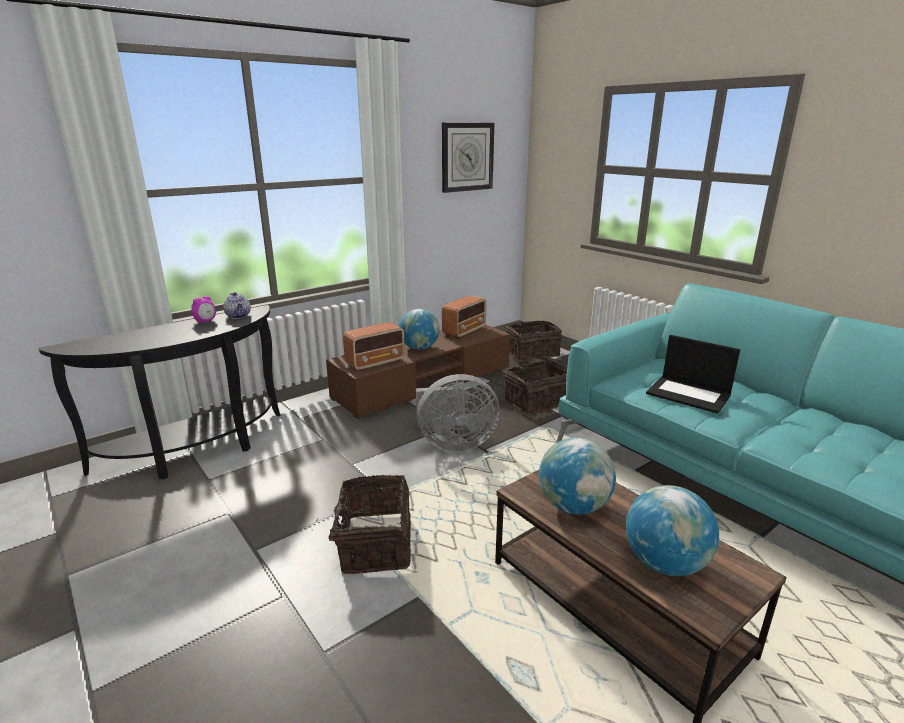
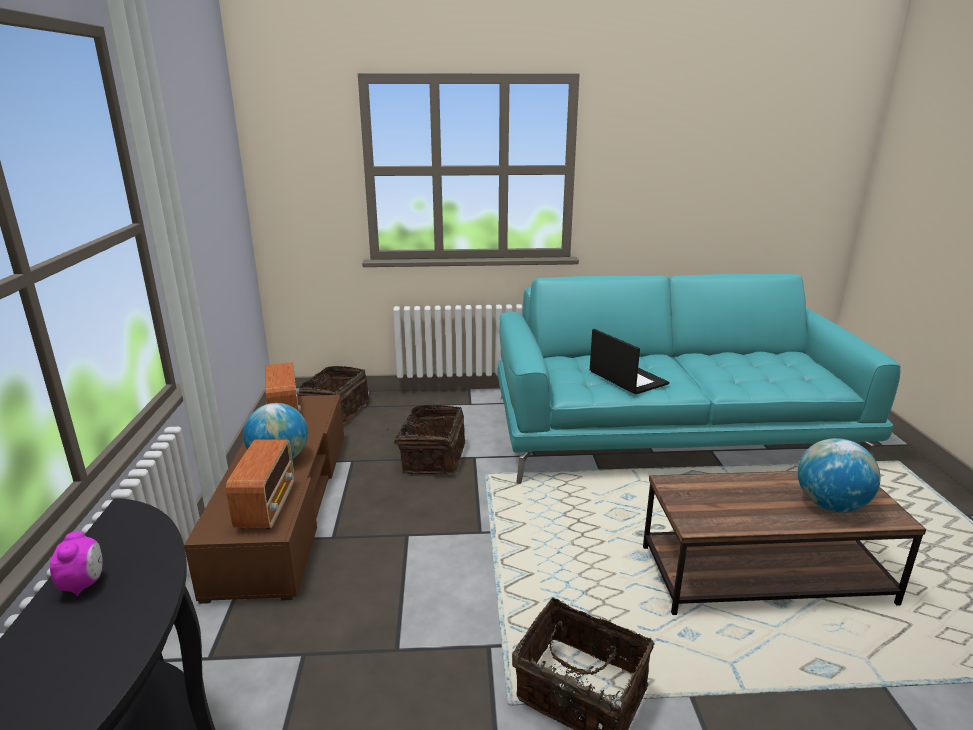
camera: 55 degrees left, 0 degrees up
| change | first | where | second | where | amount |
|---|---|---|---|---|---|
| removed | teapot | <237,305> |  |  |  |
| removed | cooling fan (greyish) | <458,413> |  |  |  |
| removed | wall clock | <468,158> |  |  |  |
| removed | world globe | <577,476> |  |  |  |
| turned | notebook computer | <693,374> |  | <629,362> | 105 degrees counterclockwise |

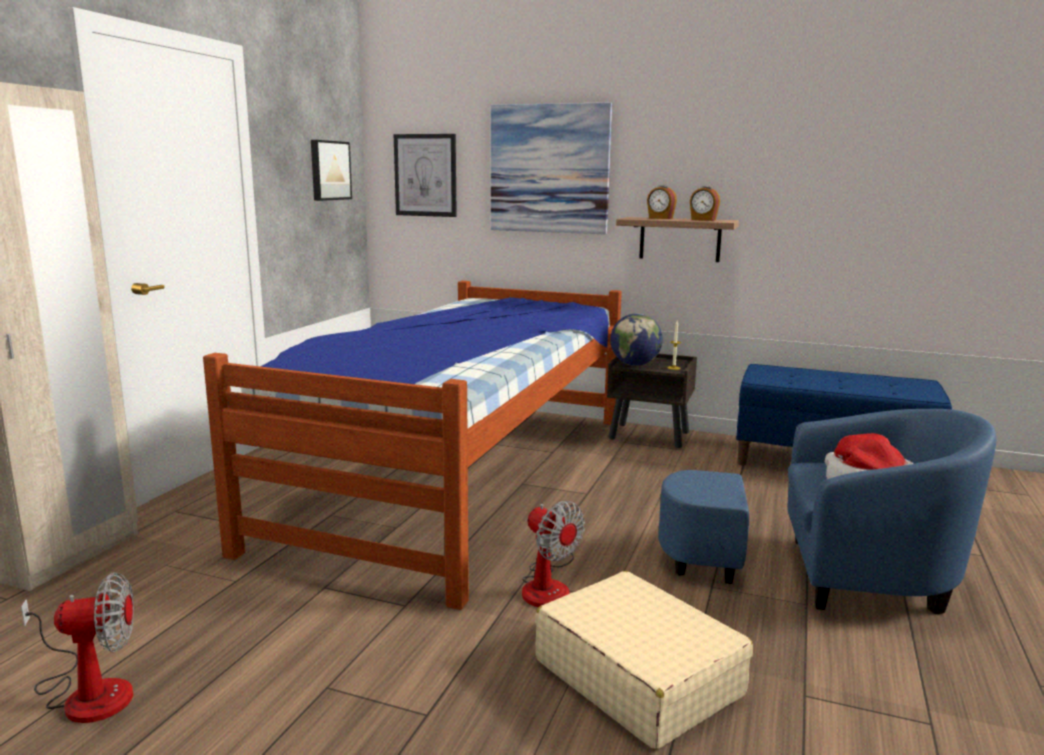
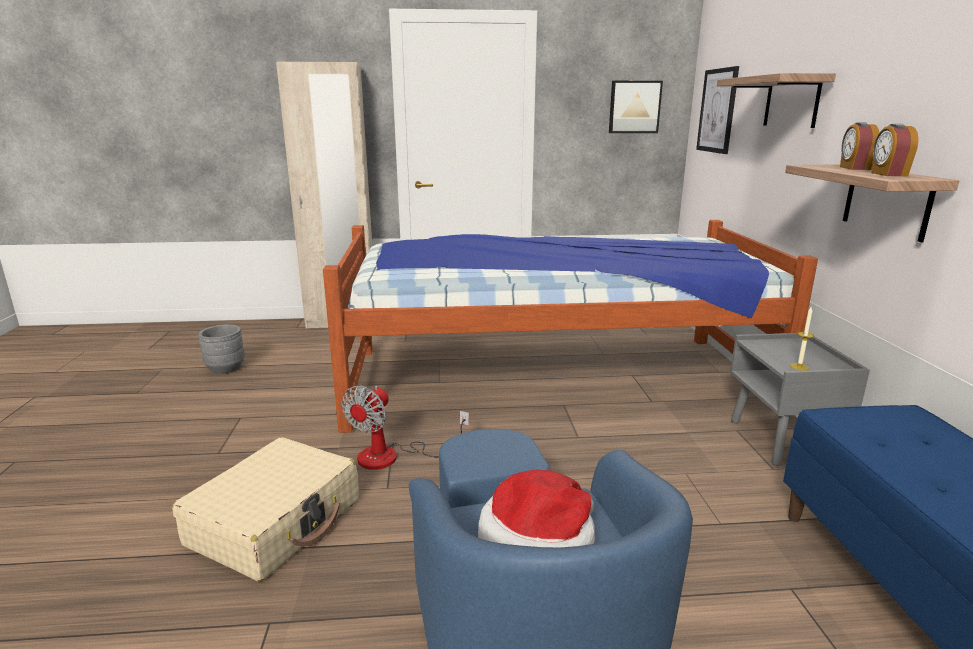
camera: 65 degrees right, 5 degrees up
| change | first | where | second | where | amount |
|---|---|---|---|---|---|
| removed | world globe | <636,339> |  |  |  |
| replaced | cooling fan | <77,647> | plant pot (greyish) | <221,349> |  |
| replaced | wall picture | <551,168> | wall shelf | <776,100> |  |
| recoloured | nightstand (brownish) | <652,400> | nightstand (greyish) | <800,399> |  |

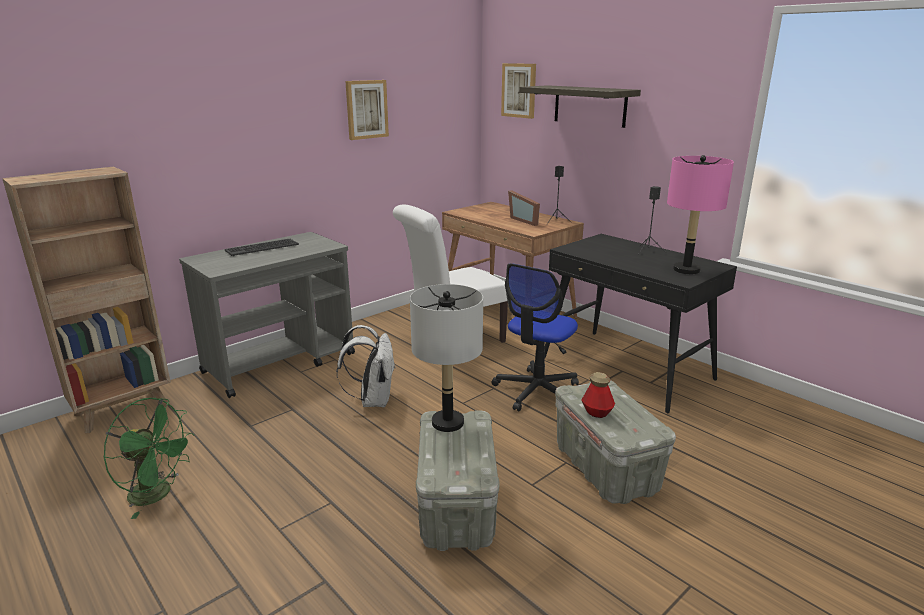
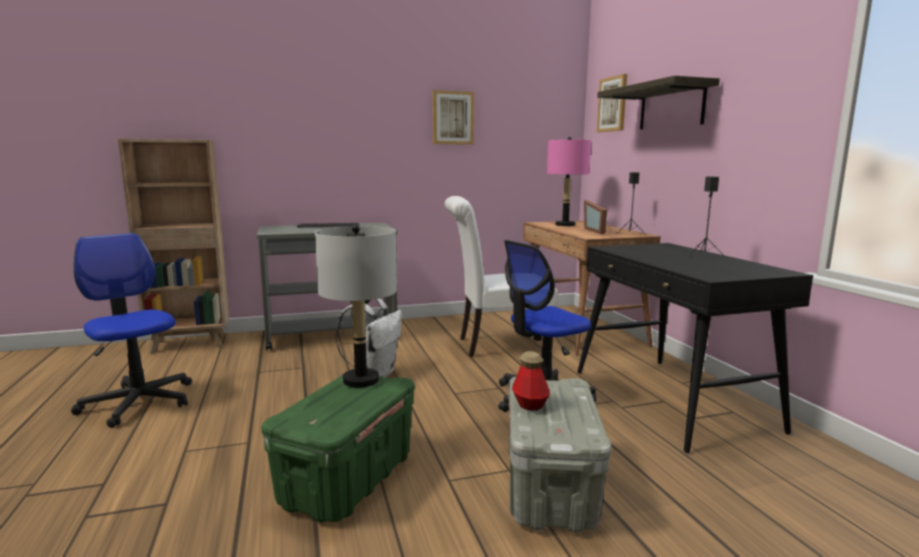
camera: 25 degrees right, 10 degrees down
| change | first | where | second | where | amount |
|---|---|---|---|---|---|
| moved | tabletop lamp (pinkish) | <700,214> |  | <569,181> |  |
| replaced | cooling fan (greenish) | <148,458> | computer chair | <131,330> |  |
| recoloured | storage box (greyish) | <458,480> | storage box (greenish) | <338,448> |  |

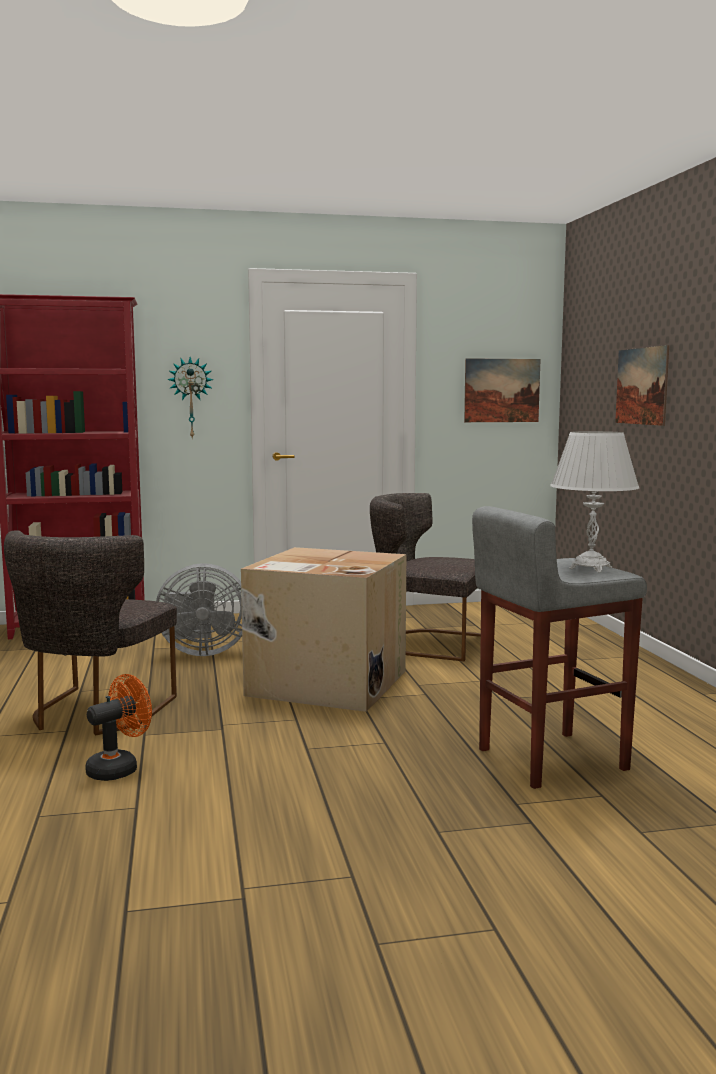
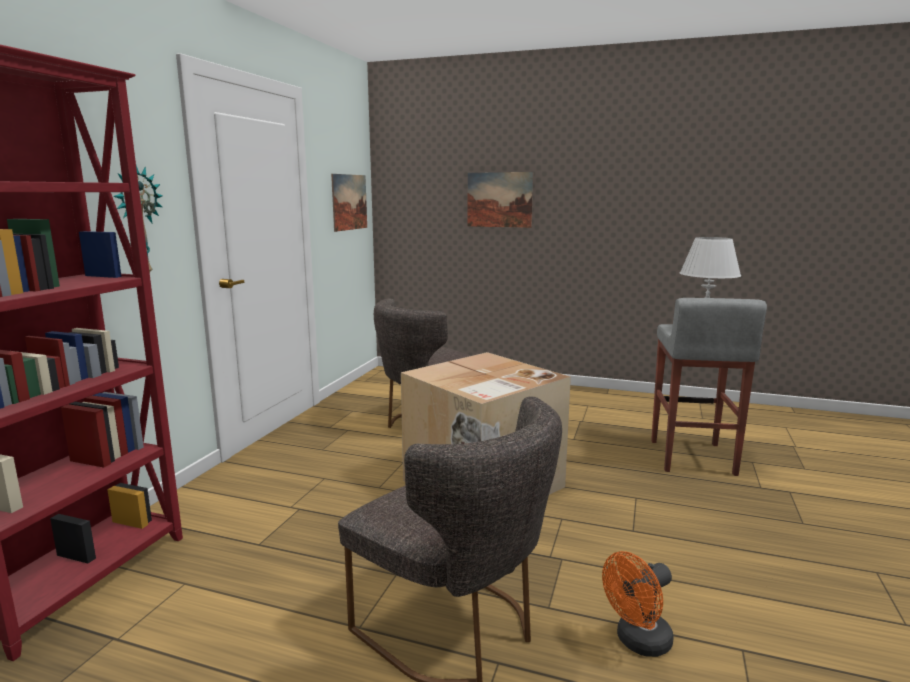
camera: 60 degrees left, 5 degrees up
| change | first | where | second | where | amount |
|---|---|---|---|---|---|
| removed | cooling fan (greyish) | <199,609> |  |  |  |
| turned | cooling fan (orange-coloured) | <118,727> |  | <638,604> | 105 degrees counterclockwise |

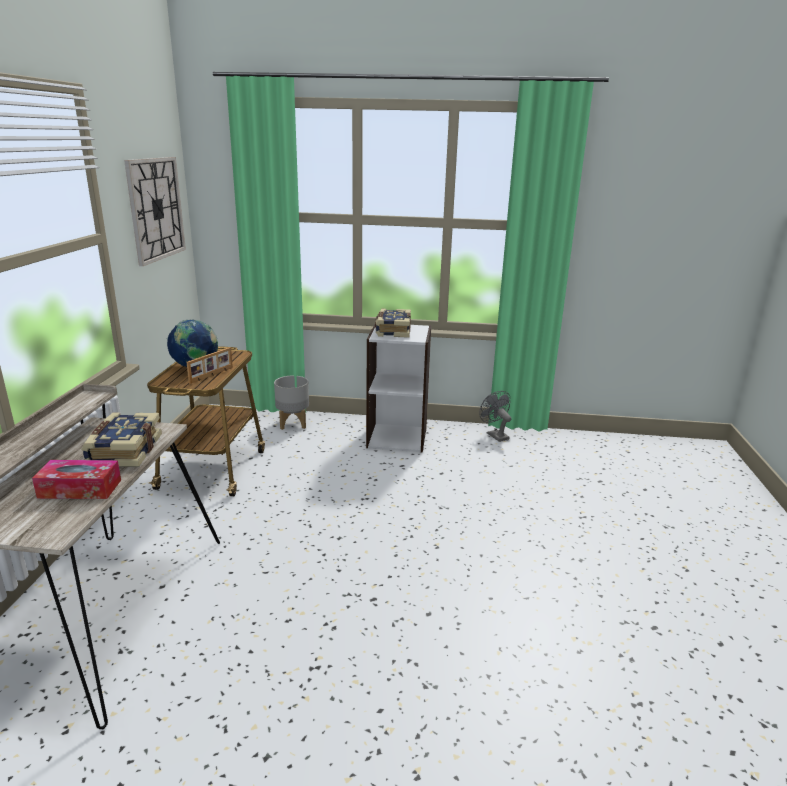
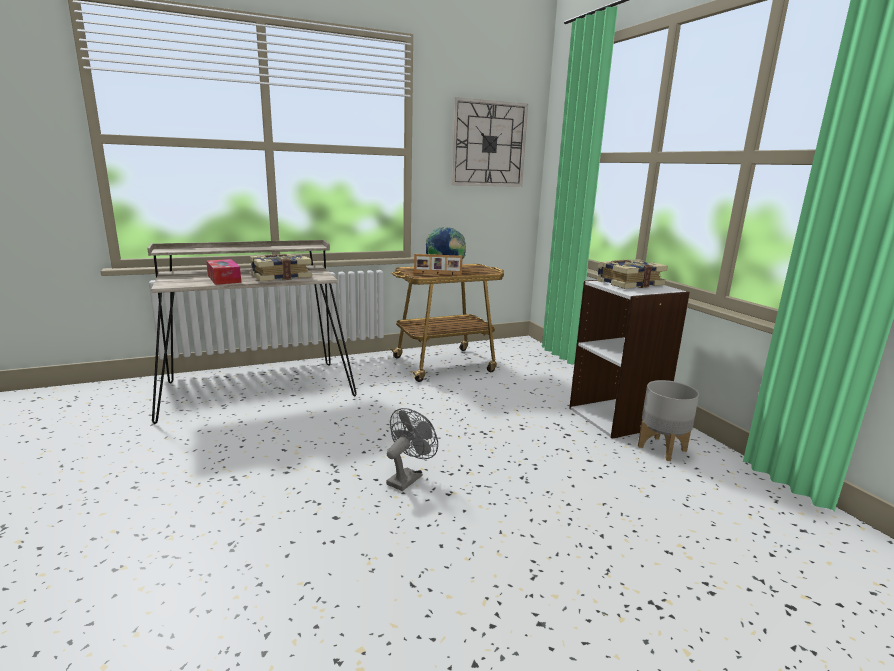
camera: 60 degrees right, 5 degrees down
| change | first | where | second | where | amount |
|---|---|---|---|---|---|
| moved | plant pot (greyish) | <291,403> |  | <668,420> |  |
| moved | cooling fan (greyish) | <495,416> |  | <412,449> |  |

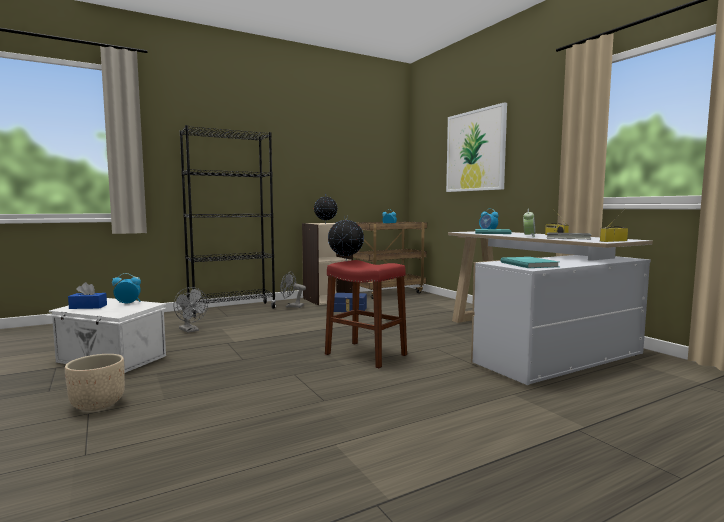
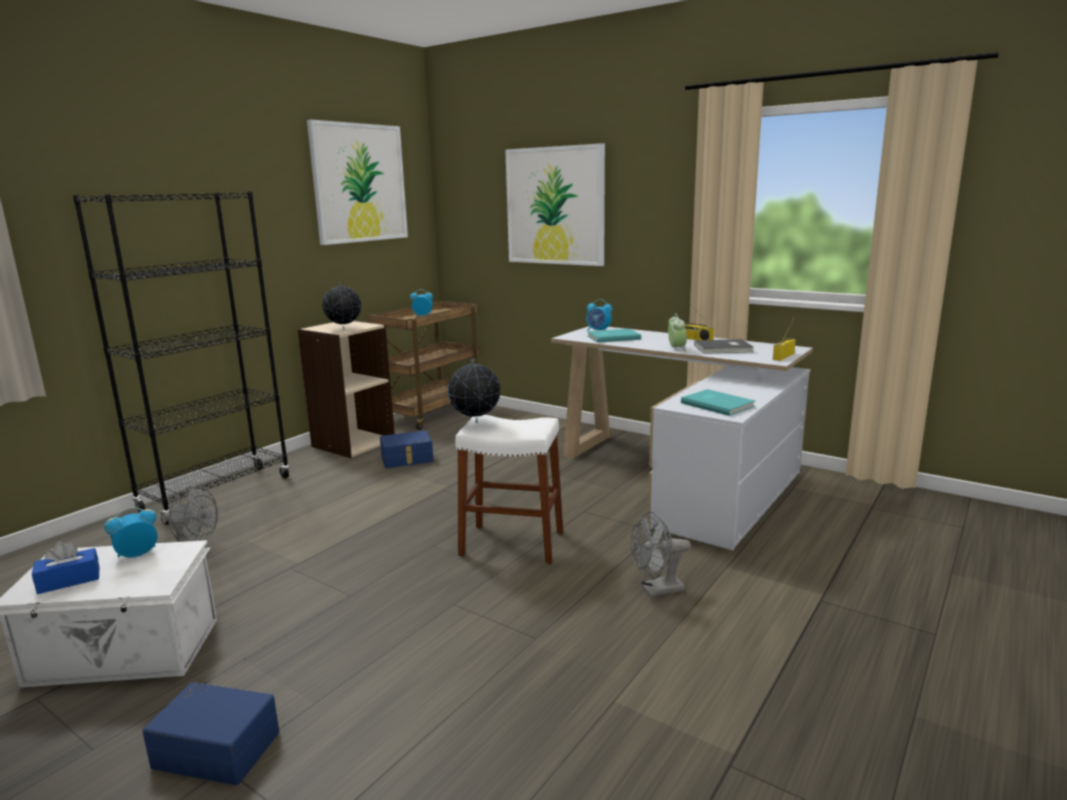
camera: 25 degrees left, 10 degrees up
| change | first | where | second | where | amount |
|---|---|---|---|---|---|
| added |  |  | wall picture | <357,182> |  |
| moved | cooling fan (greyish) | <293,289> |  | <661,554> |  |
| replaced | plant pot (beige-coloured) | <95,382> | storage box (blue) | <210,733> |  |
| recoloured | sitting stool (red) | <366,314> | sitting stool (white) | <509,489> |  |

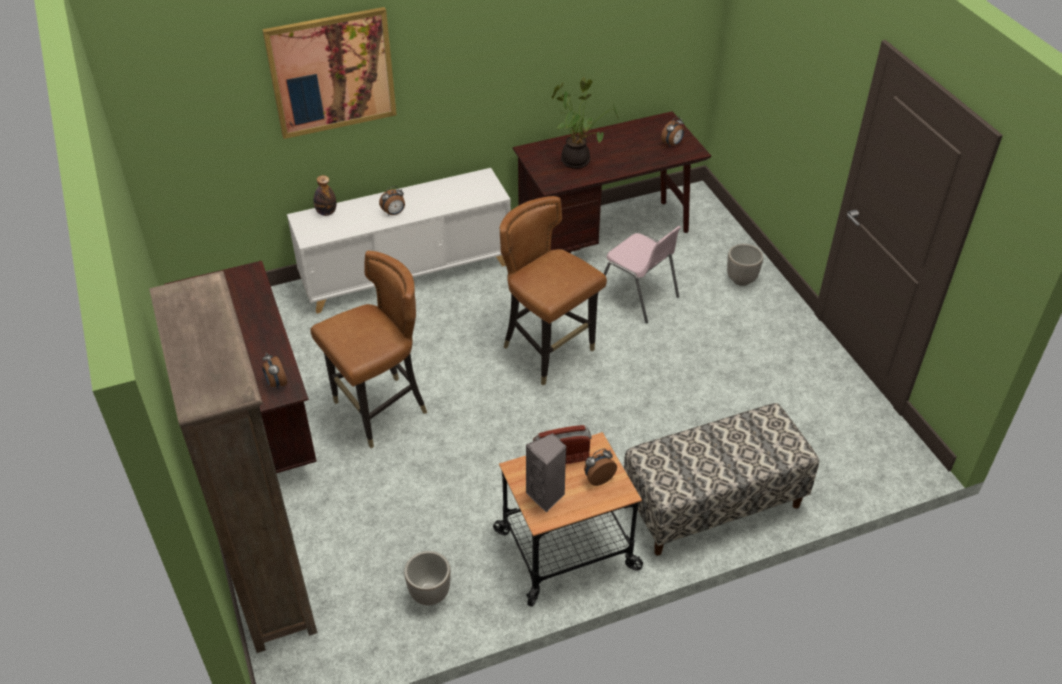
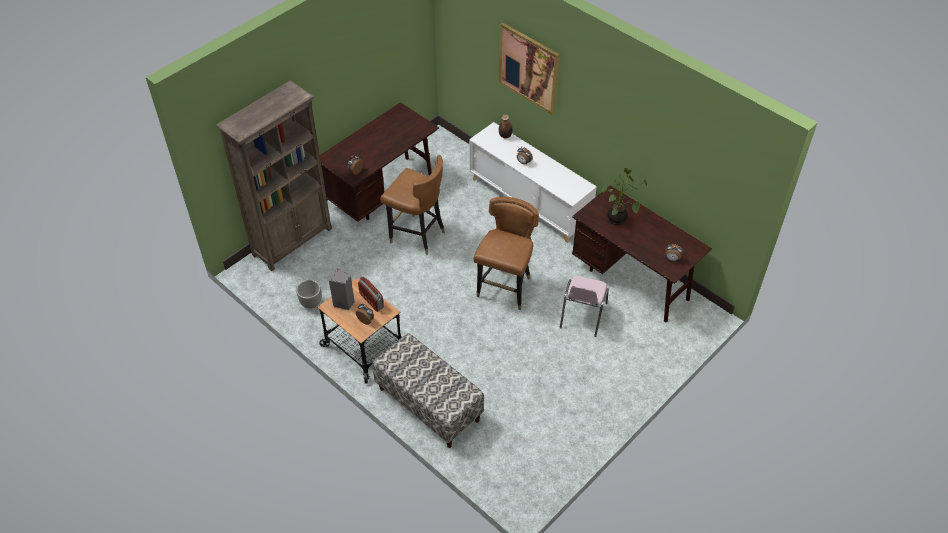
camera: 65 degrees right, 5 degrees up
| change | first | where | second | where | amount |
|---|---|---|---|---|---|
| removed | plant pot | <745,265> |  |  |  |

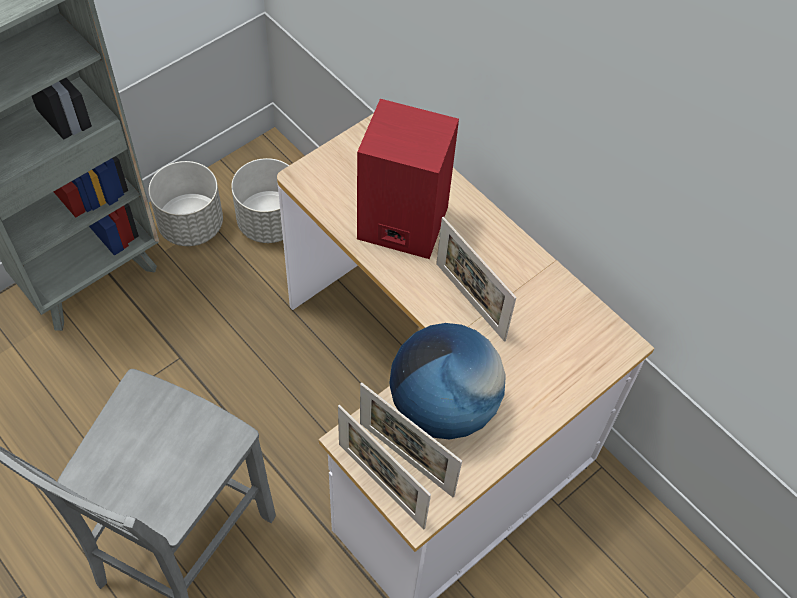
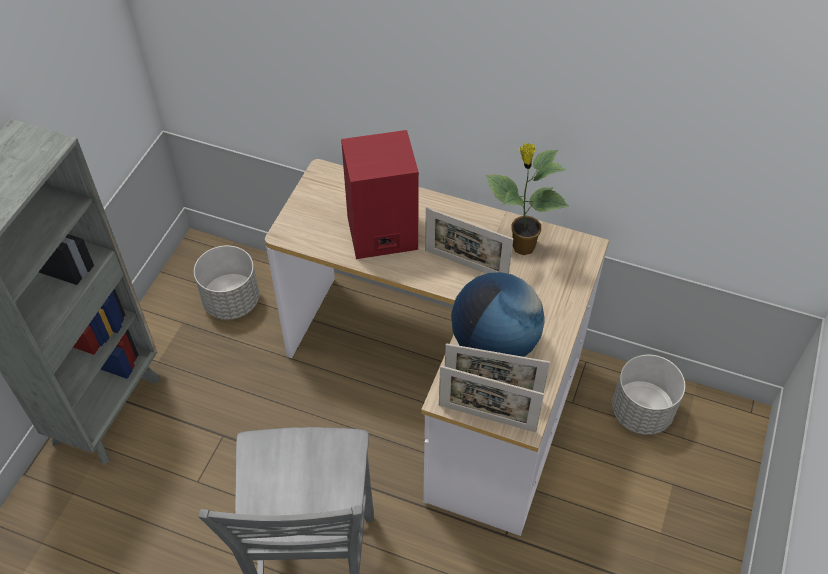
camera: 25 degrees left, 5 degrees down
| change | first | where | second | where | amount |
|---|---|---|---|---|---|
| added |  |  | houseplant | <528,199> |  |
| moved | plant pot (greyish) | <186,203> |  | <648,395> |  |

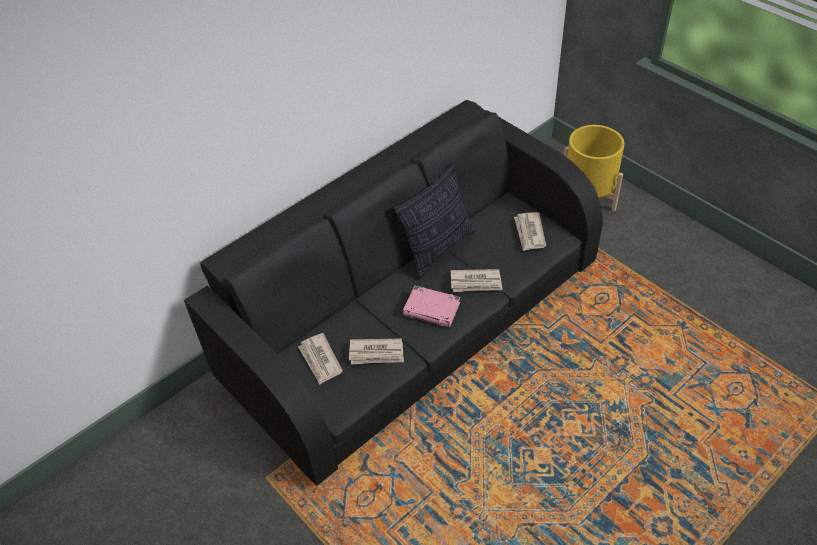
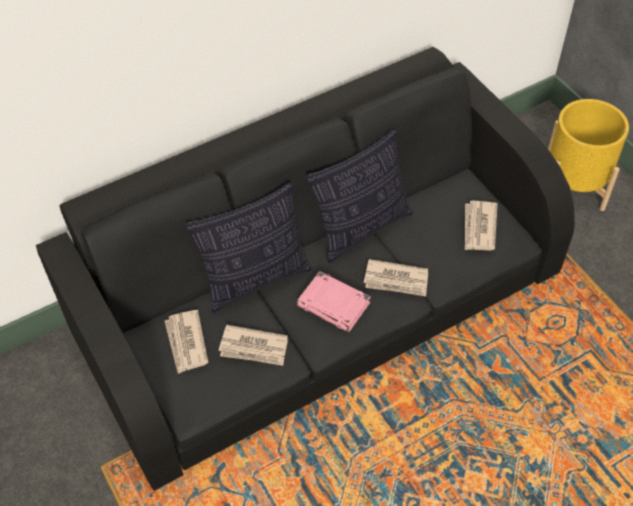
camera: 10 degrees right, 5 degrees up
| change | first | where | second | where | amount |
|---|---|---|---|---|---|
| added |  |  | throw pillow | <249,248> |  |

